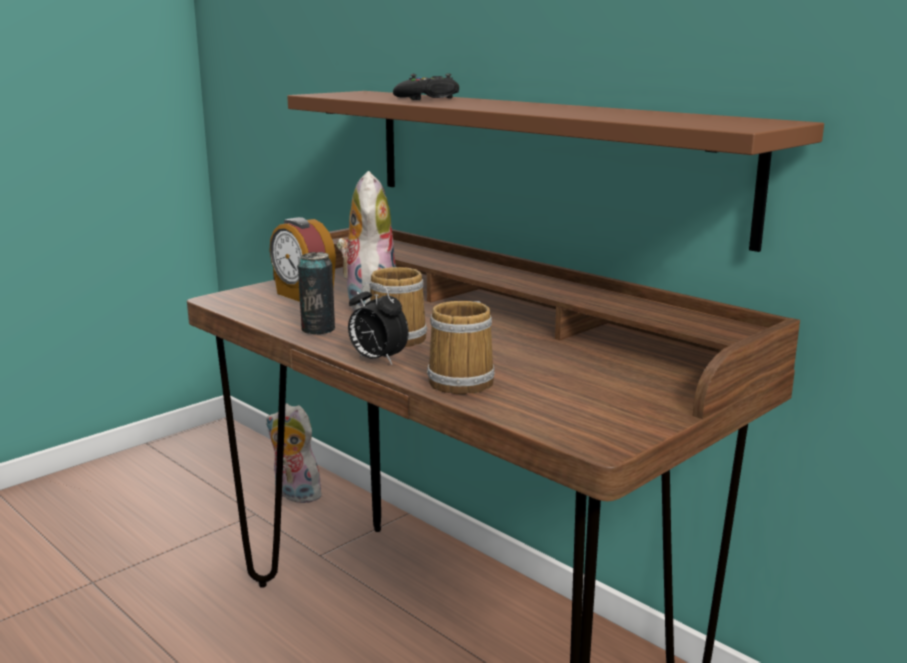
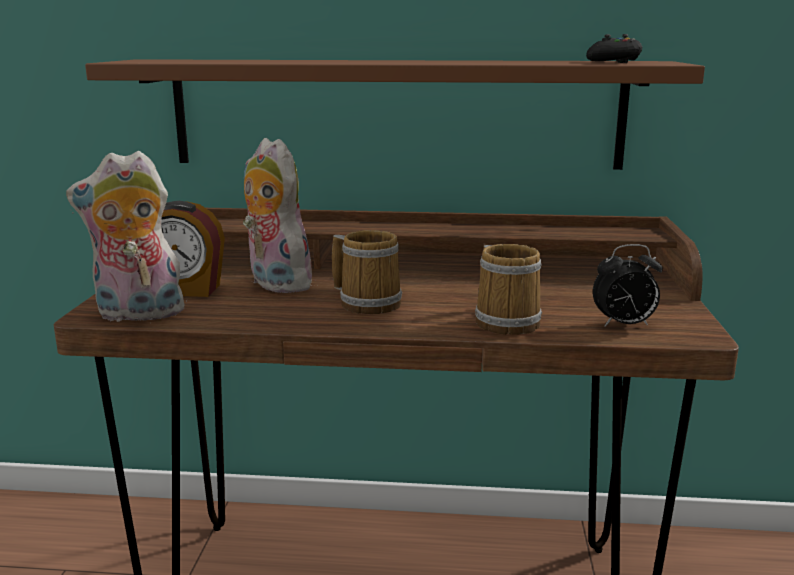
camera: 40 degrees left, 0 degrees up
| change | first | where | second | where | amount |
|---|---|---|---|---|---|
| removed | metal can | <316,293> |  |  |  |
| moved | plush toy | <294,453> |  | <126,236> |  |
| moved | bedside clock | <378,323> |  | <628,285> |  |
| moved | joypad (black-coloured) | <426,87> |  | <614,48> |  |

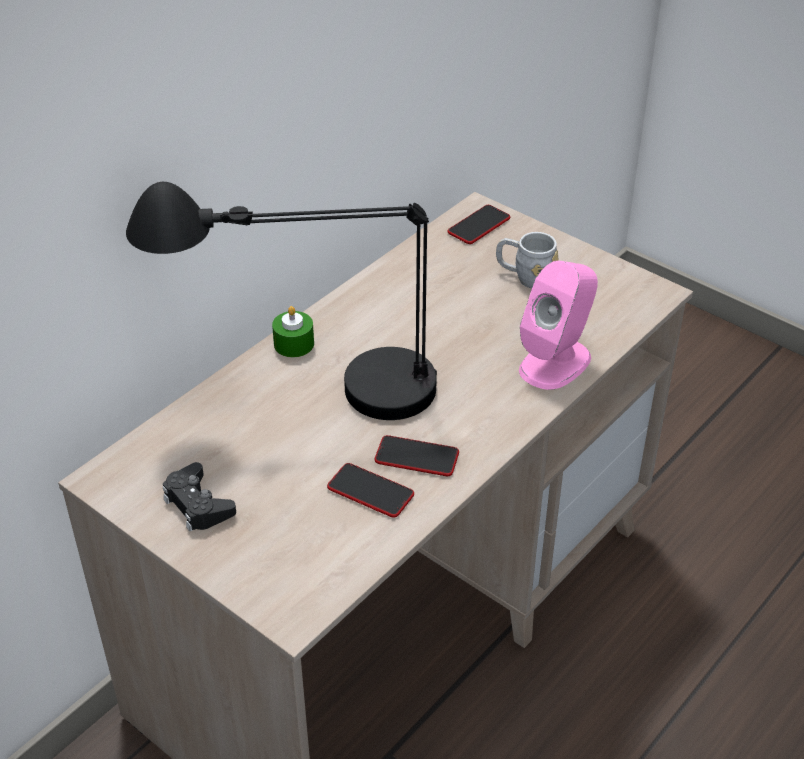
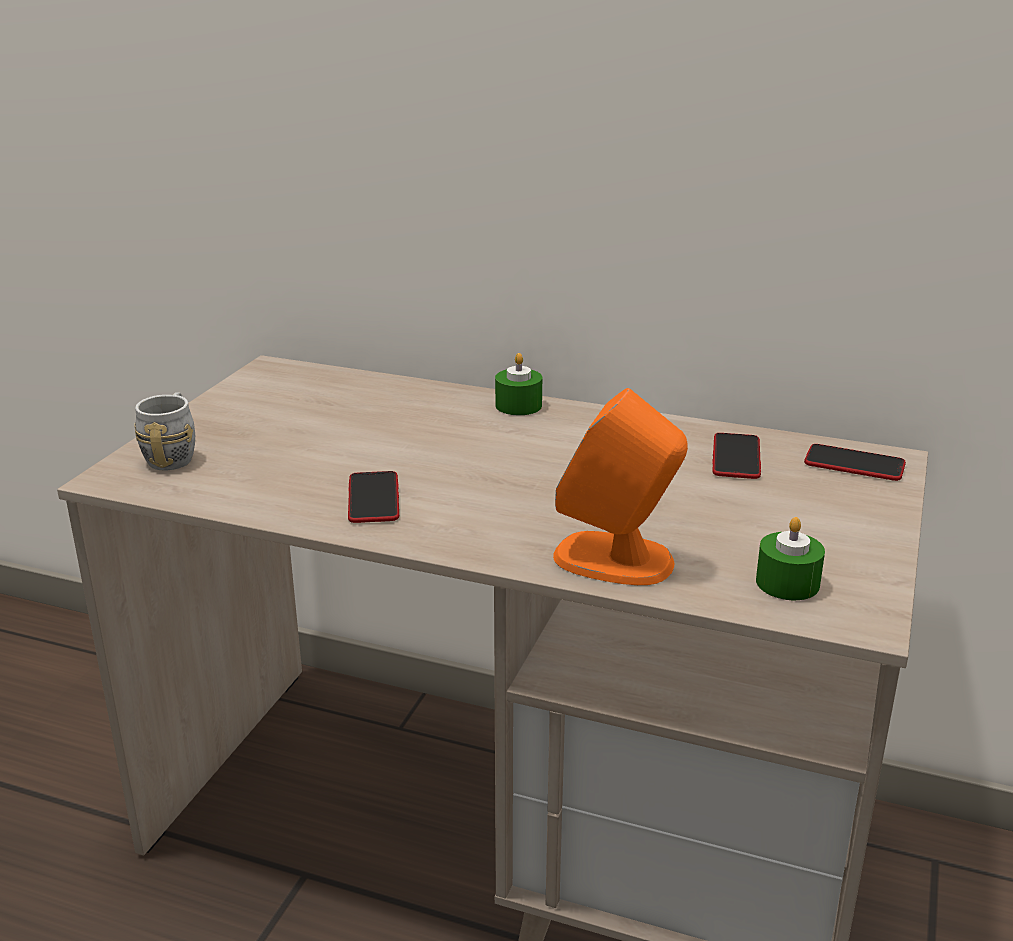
camera: 70 degrees right, 15 degrees down
| change | first | where | second | where | amount |
|---|---|---|---|---|---|
| removed | tabletop lamp (black-coloured) | <281,301> |  |  |  |
| removed | joypad (black-coloured) | <199,497> |  |  |  |
| added |  |  | wax candle (greenish) | <790,558> |  |
| moved | telephone | <370,490> |  | <736,456> |  |
| moved | mug (greyish) | <527,260> |  | <164,431> |  |
| recoloured | speaker (pinkish) | <558,325> | speaker (orange-coloured) | <620,486> |  |

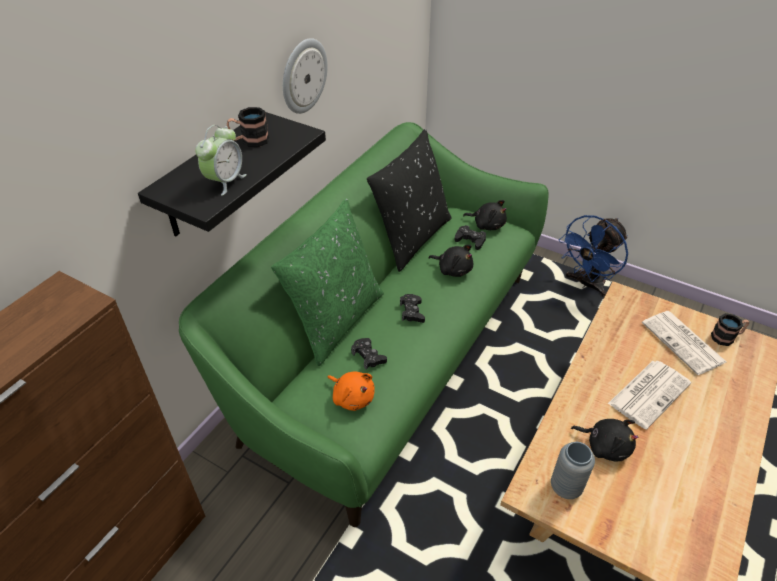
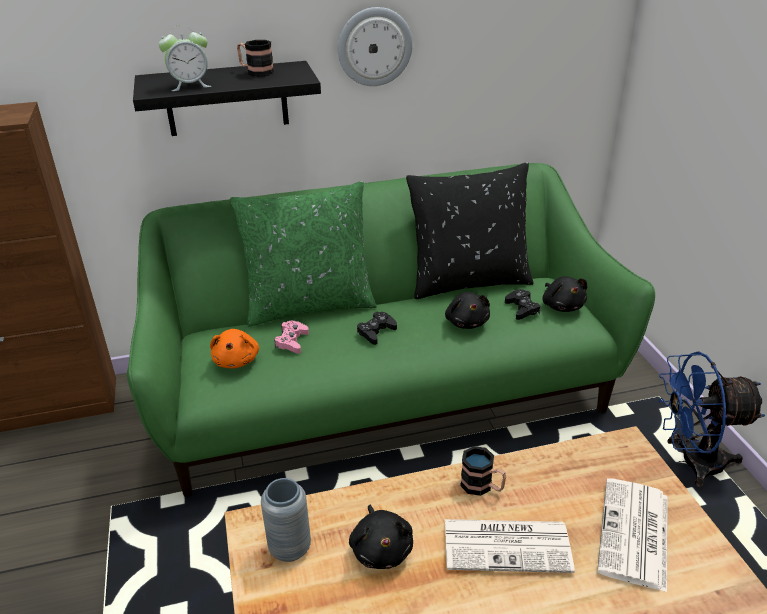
camera: 45 degrees right, 10 degrees down
| change | first | where | second | where | amount |
|---|---|---|---|---|---|
| moved | mug | <730,329> |  | <483,471> |  |
| recoloured | joypad (black-coloured) | <369,354> | joypad (pinkish) | <291,337> |  |

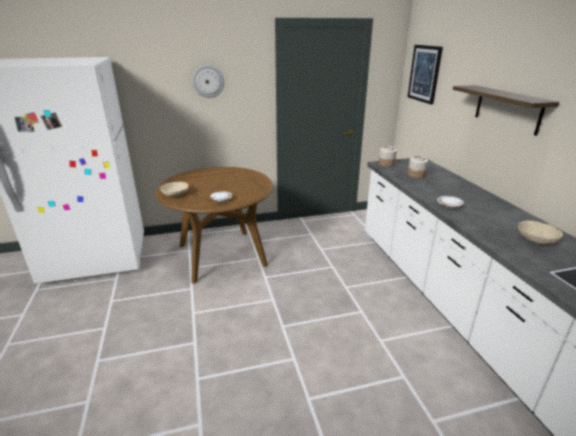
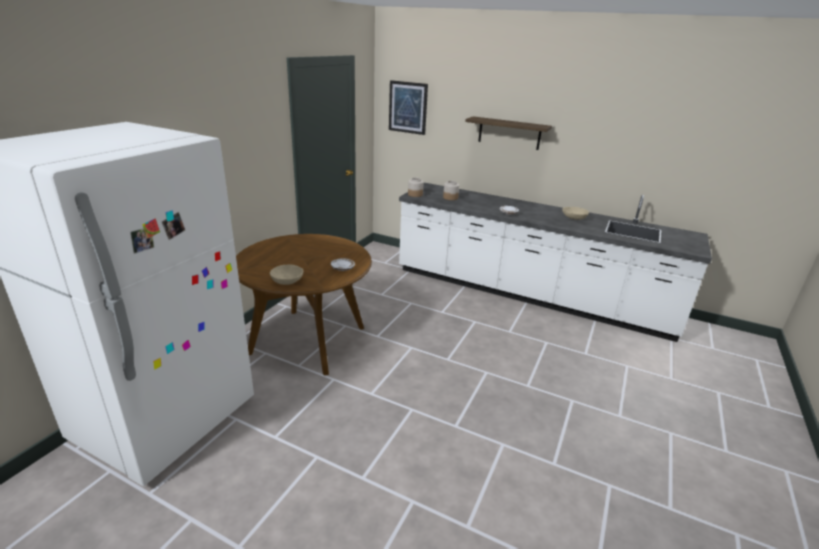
camera: 50 degrees left, 0 degrees up
| change | first | where | second | where | amount |
|---|---|---|---|---|---|
| removed | wall clock | <208,81> |  |  |  |

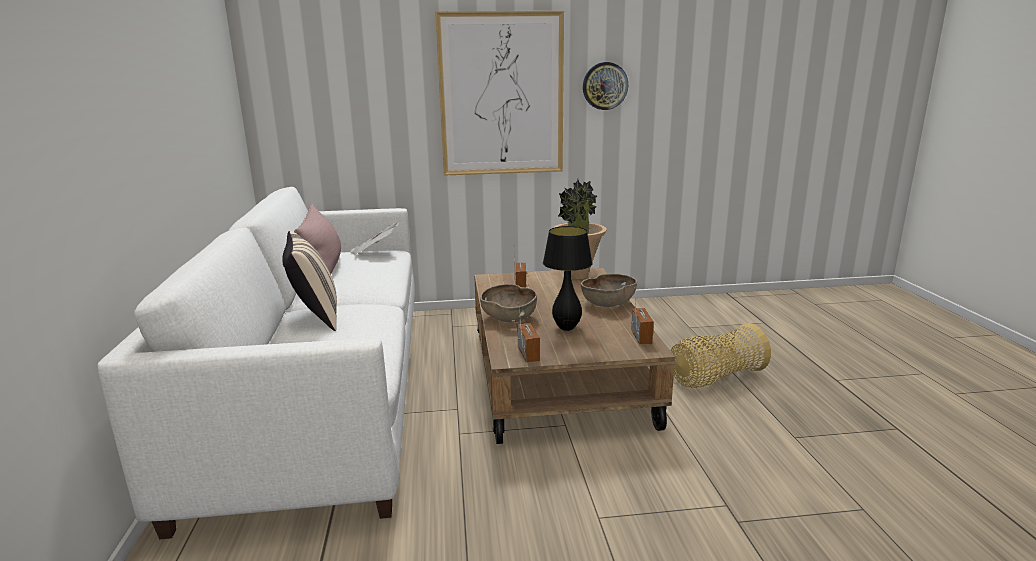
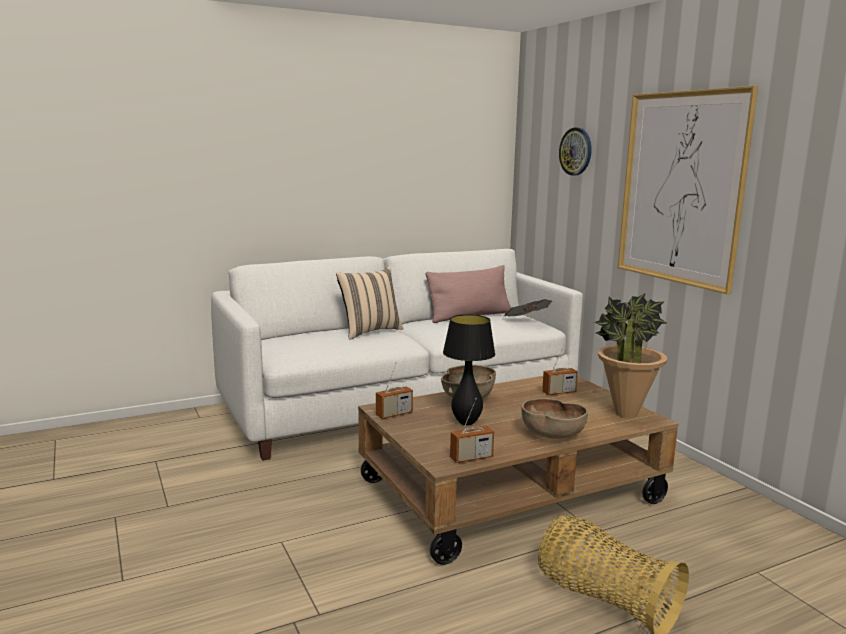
camera: 70 degrees right, 5 degrees down
| change | first | where | second | where | amount |
|---|---|---|---|---|---|
| moved | wall clock | <605,86> |  | <575,152> |  |

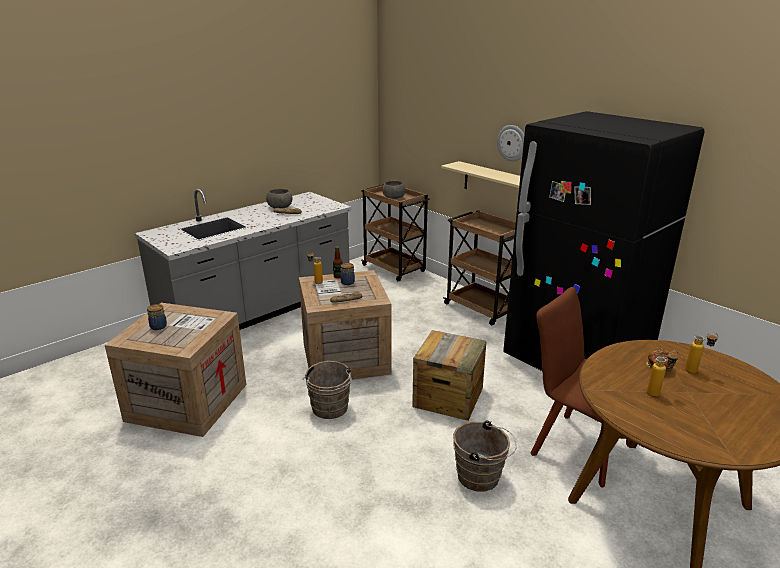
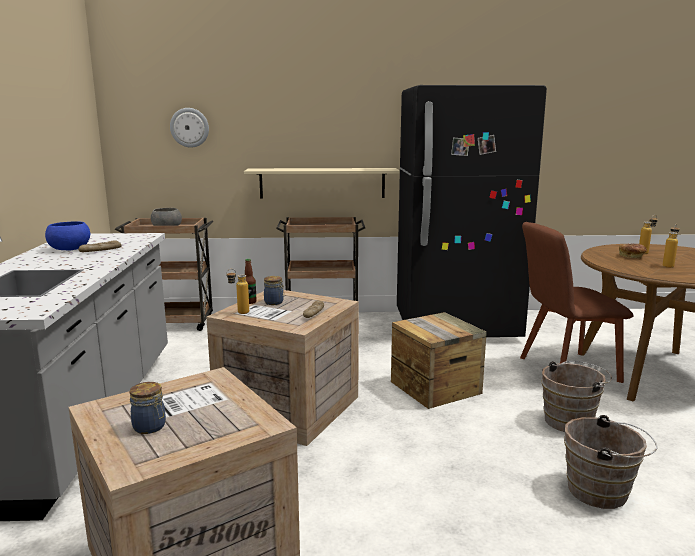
camera: 50 degrees left, 10 degrees down
| change | first | where | second | where | amount |
|---|---|---|---|---|---|
| moved | water bucket (brownish) | <328,390> |  | <610,462> |  |
| moved | wall clock | <510,143> |  | <189,128> |  |
| recoloured | deep dish (greyish) | <279,198> | deep dish (blue) | <67,235> |  |

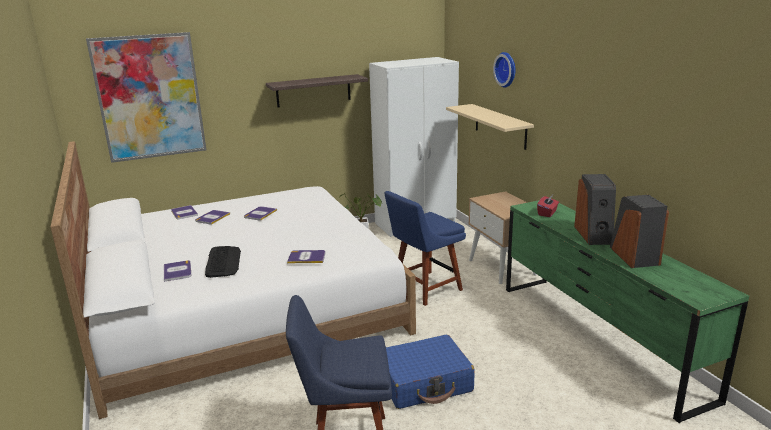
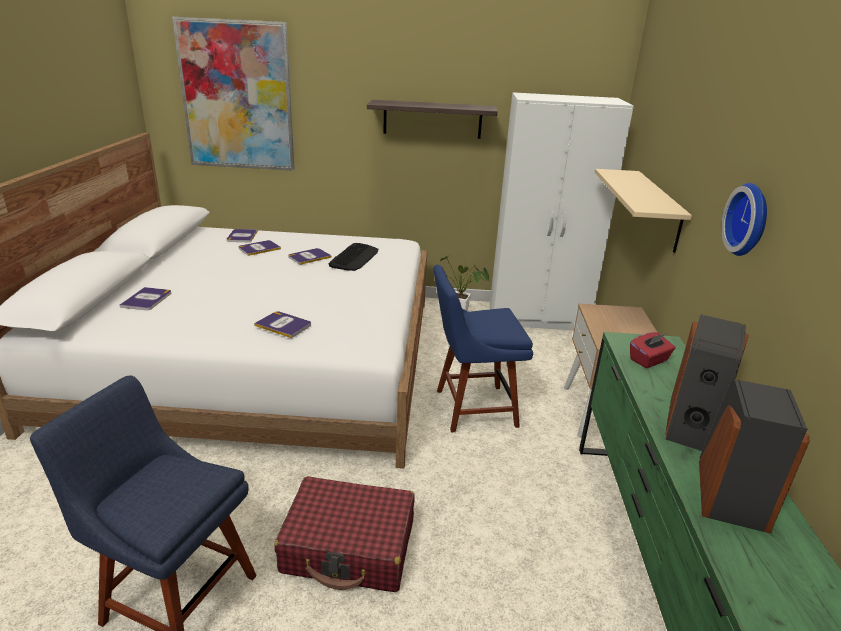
camera: 25 degrees right, 5 degrees up
| change | first | where | second | where | amount |
|---|---|---|---|---|---|
| moved | computer keyboard | <223,262> |  | <353,257> |  |
| moved | wall clock | <504,69> |  | <744,219> |  |
| recoloured | travel case (blue) | <430,372> | travel case (red) | <344,534> |  |

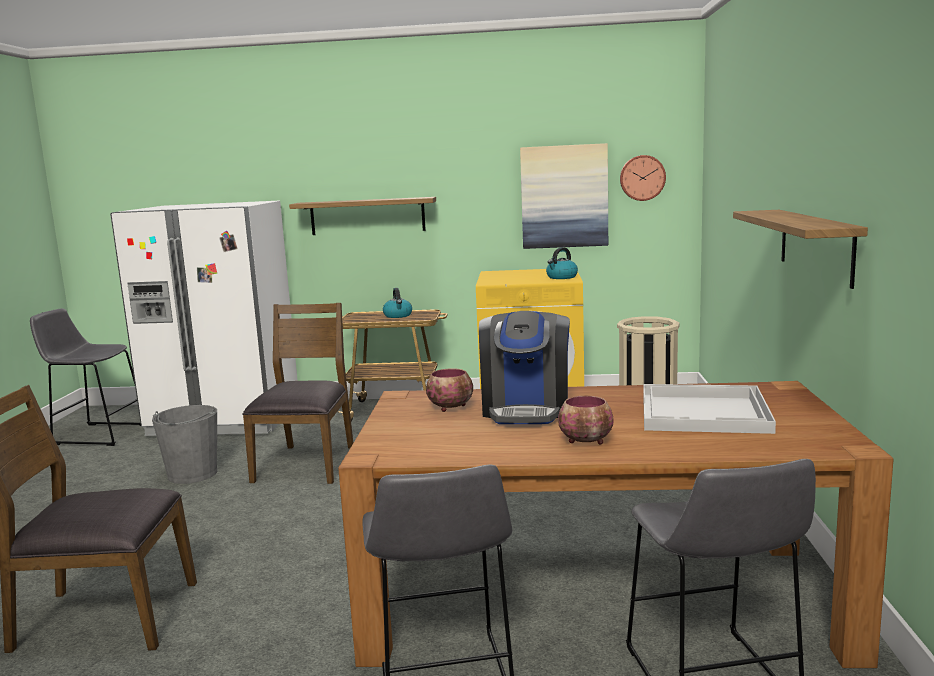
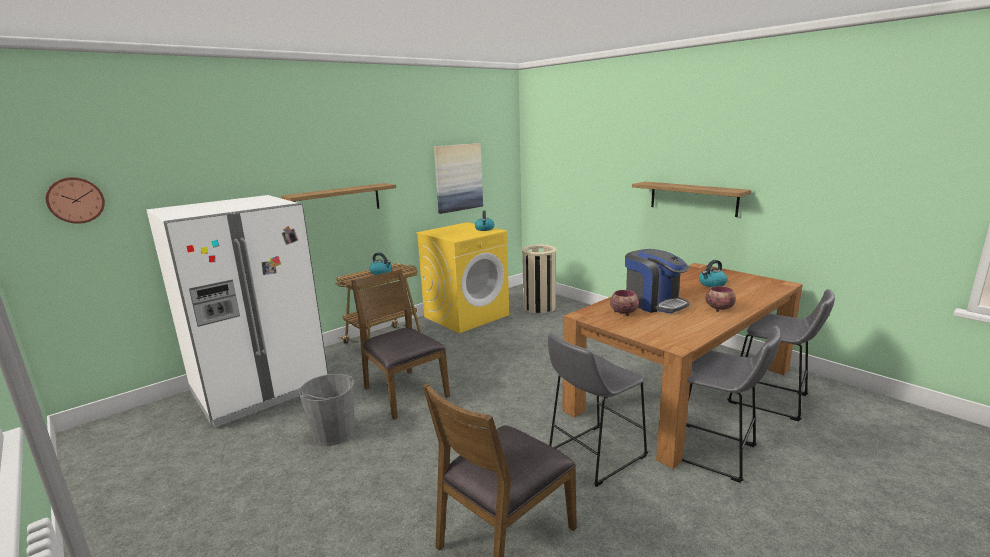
camera: 45 degrees left, 5 degrees up
| change | first | where | second | where | amount |
|---|---|---|---|---|---|
| moved | sitting stool (greyish) | <85,377> |  | <598,410> |  |
| moved | wall clock | <643,178> |  | <75,200> |  |
| replaced | carrying tray (white) | <709,409> | kettle | <713,273> |  |

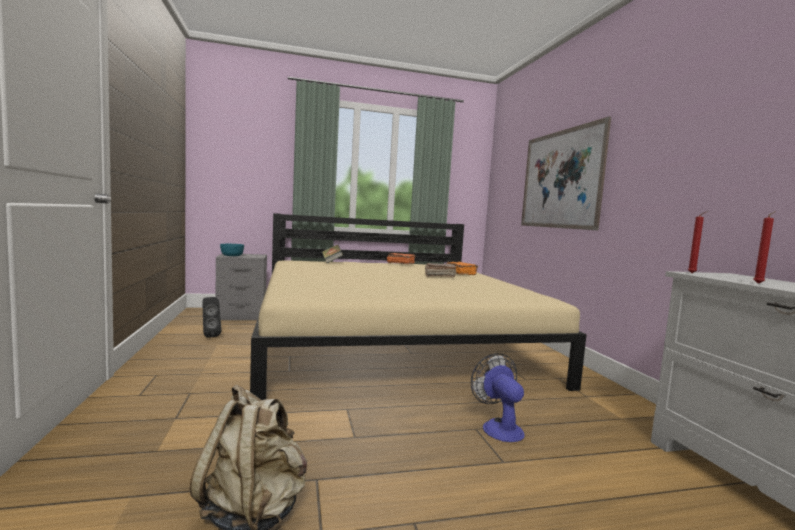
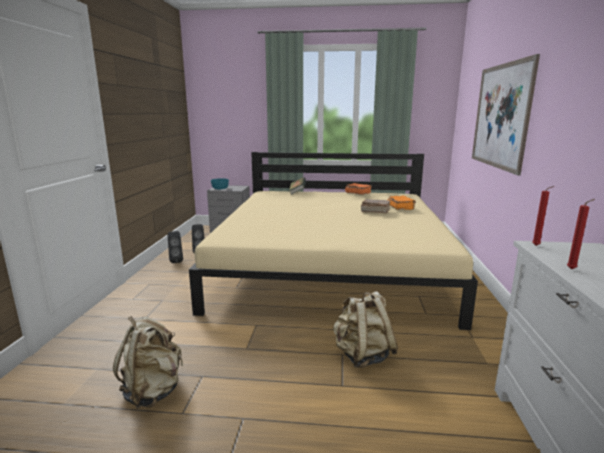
camera: 20 degrees right, 10 degrees up
| change | first | where | second | where | amount |
|---|---|---|---|---|---|
| added |  |  | speaker (black-coloured) | <175,247> |  |
| replaced | cooling fan | <498,397> | rucksack (beige-coloured) | <365,329> |  |

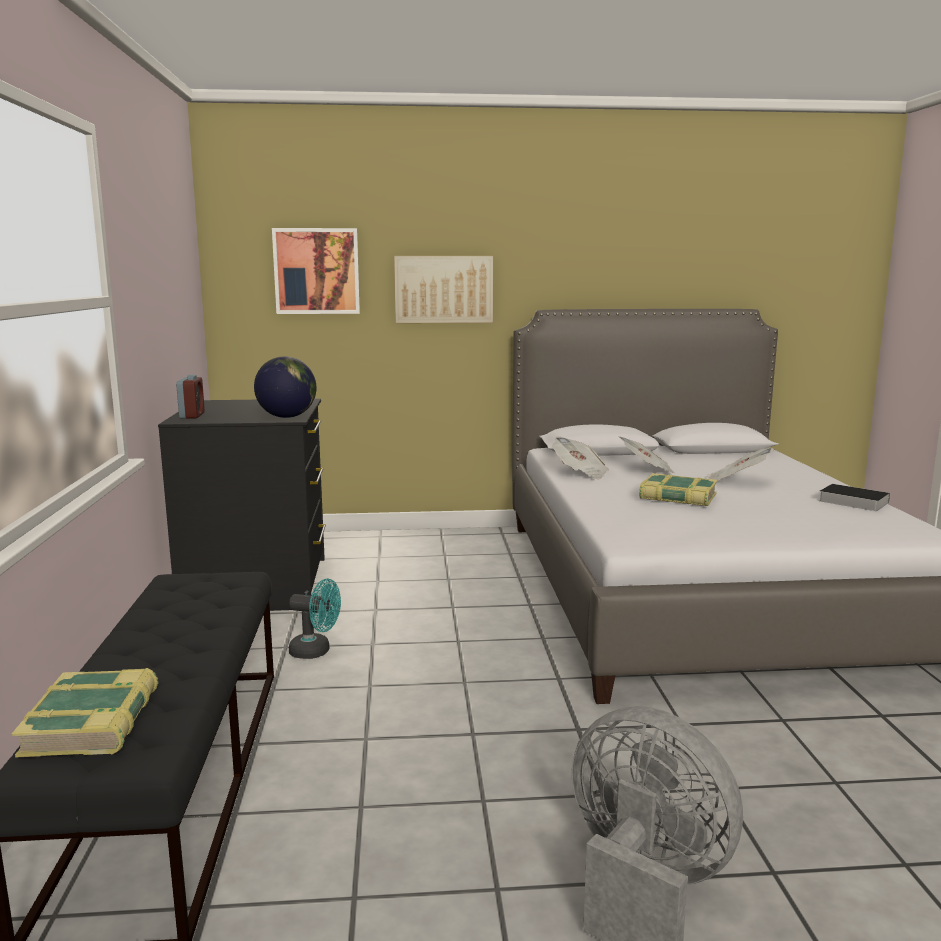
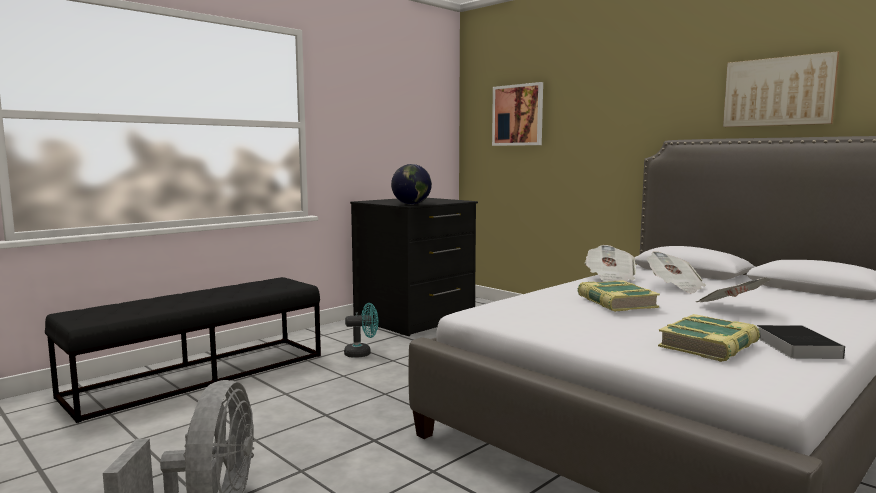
camera: 50 degrees right, 5 degrees down
| change | first | where | second | where | amount |
|---|---|---|---|---|---|
| removed | bedside clock | <190,397> |  |  |  |
| moved | bound book | <85,712> |  | <709,338> |  |
| moved | wall picture | <443,289> |  | <781,89> |  |
| turned | cooling fan (turquoise) | <315,619> |  | <361,330> | 75 degrees counterclockwise |

